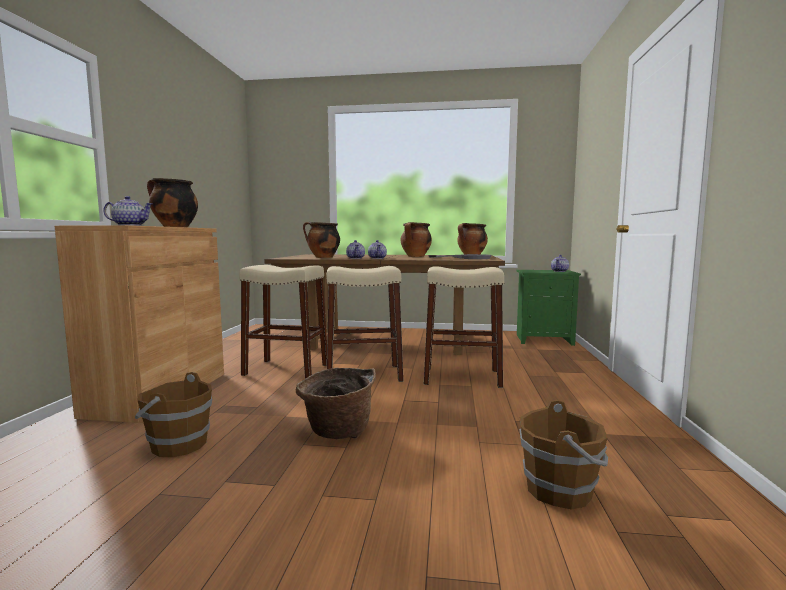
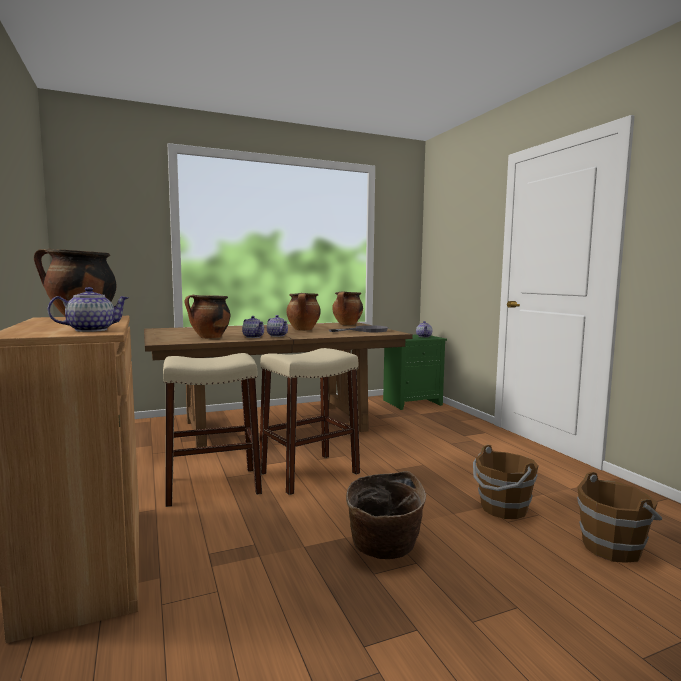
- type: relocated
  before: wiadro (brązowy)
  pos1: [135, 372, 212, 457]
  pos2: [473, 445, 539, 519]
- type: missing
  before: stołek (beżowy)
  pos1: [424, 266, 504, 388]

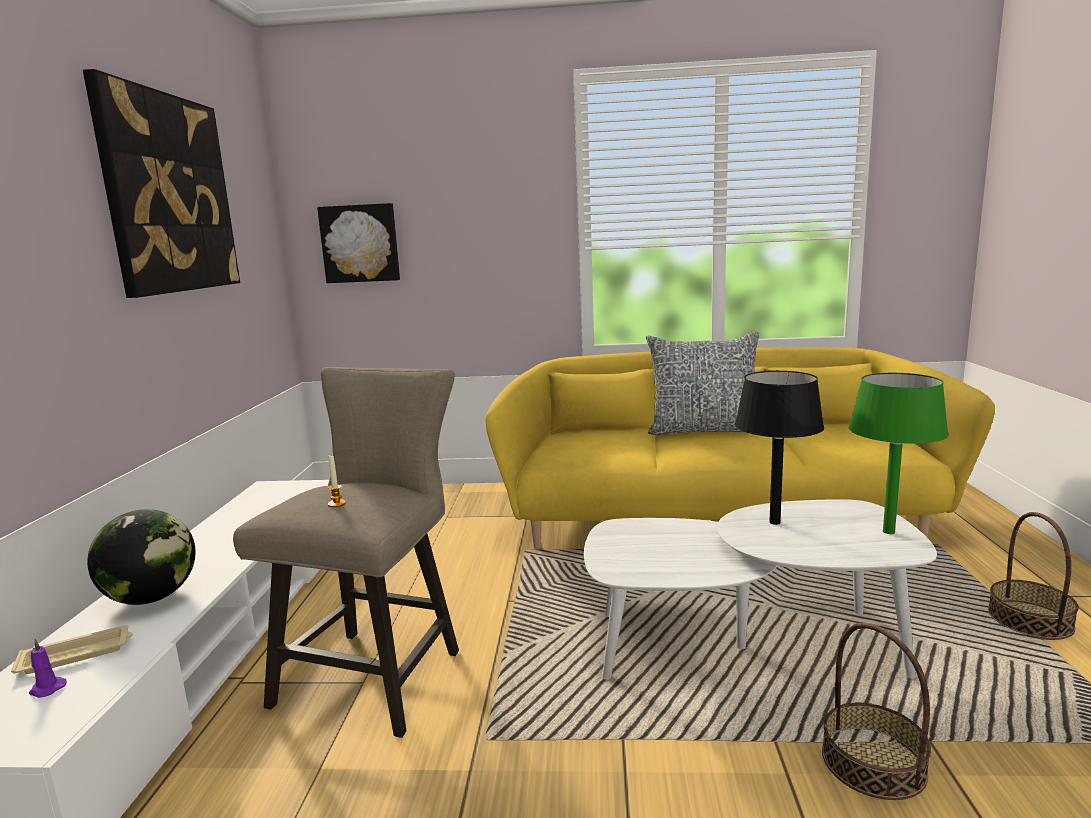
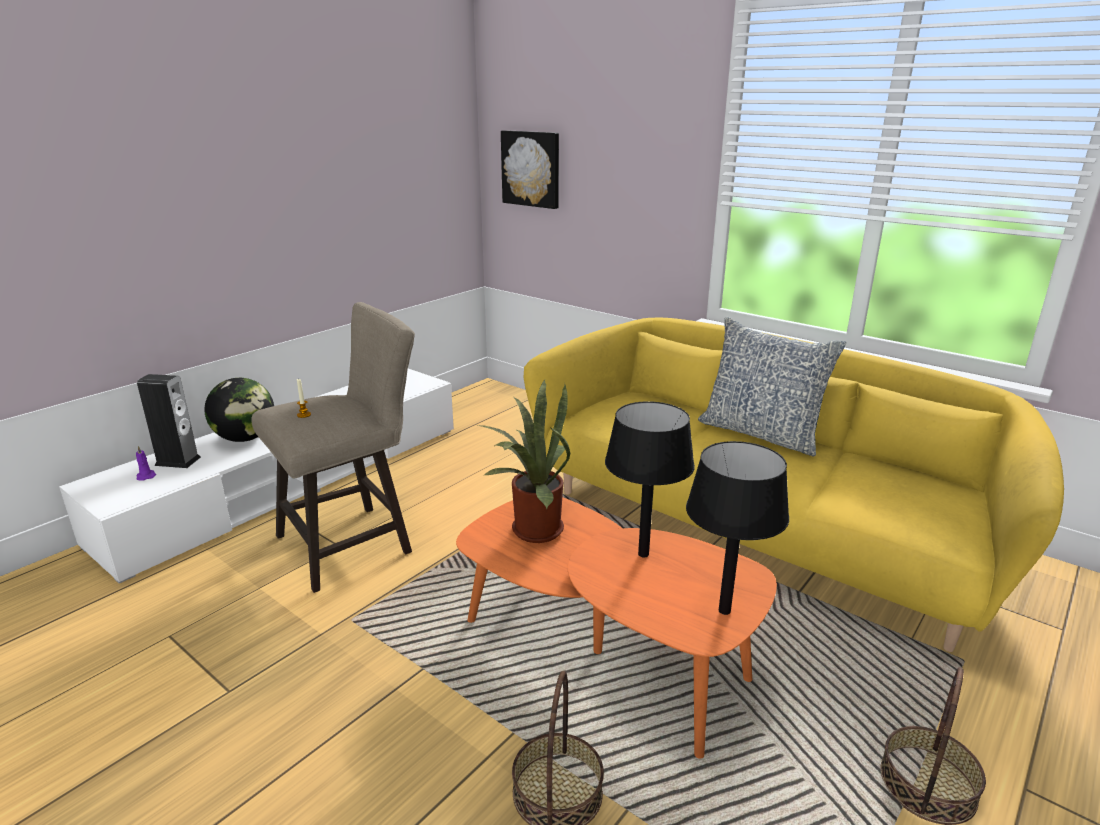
- type: exchanged
  before: taca (beżowy)
  after: głośnik
  pos1: [11, 625, 133, 674]
  pos2: [137, 374, 201, 468]
- type: colour
  before: ława (biały)
  after: ława (pomarańczowy)
  pos1: [584, 499, 937, 680]
  pos2: [456, 497, 777, 759]
- type: appeared
  after: roślina doniczkowa
  pos2: [478, 380, 570, 543]
- type: colour
  before: lampa stołowa (zielony)
  after: lampa stołowa (czarny)
  pos1: [849, 373, 949, 534]
  pos2: [686, 441, 789, 615]
- type: missing
  before: obraz
  pos1: [83, 69, 240, 298]

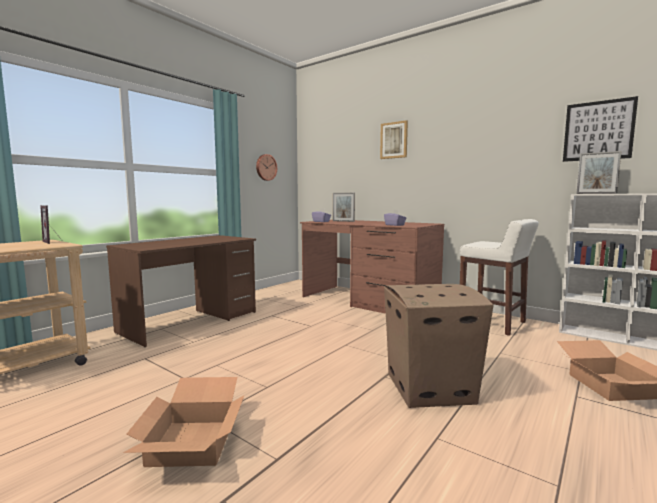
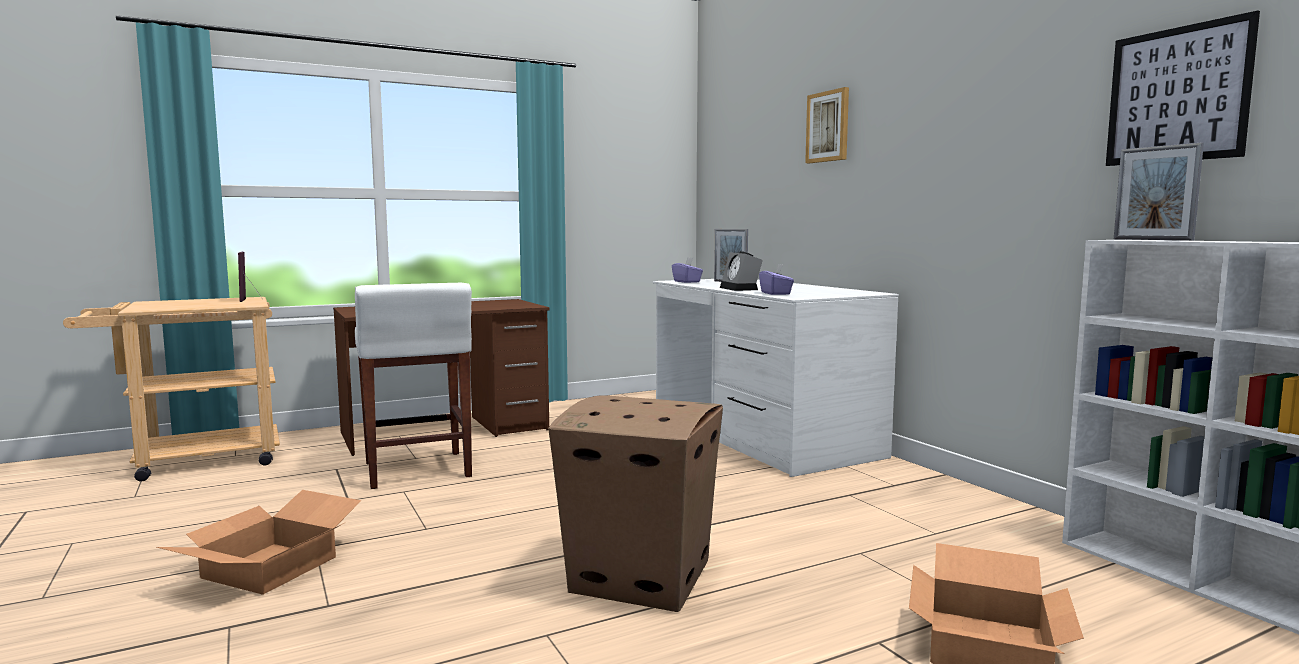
- type: relocated
  before: stołek (biały)
  pos1: [460, 219, 539, 336]
  pos2: [355, 283, 472, 489]
- type: colour
  before: biurko (brązowy)
  after: biurko (biały)
  pos1: [300, 220, 444, 314]
  pos2: [653, 279, 899, 477]
- type: appeared
  after: budzik
  pos2: [720, 251, 763, 291]
- type: missing
  before: zegar ścienny
  pos1: [256, 154, 277, 181]

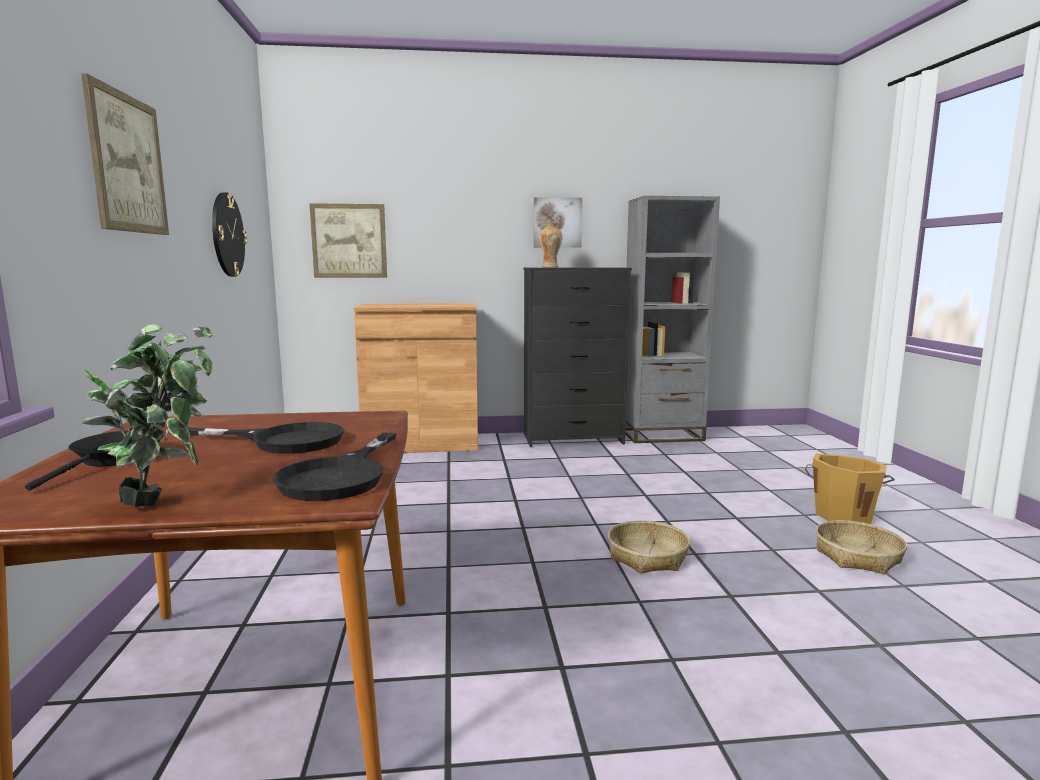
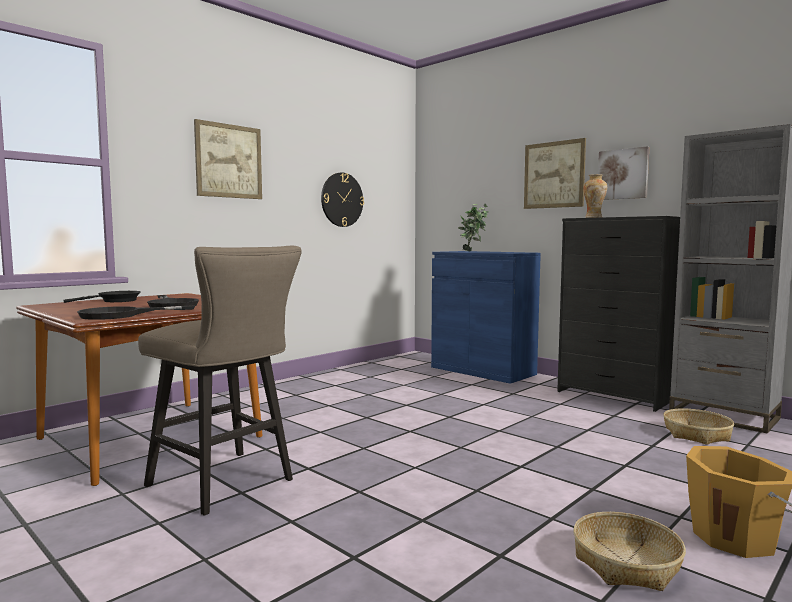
- type: appeared
  after: stołek (beżowy)
  pos2: [138, 246, 302, 516]
- type: colour
  before: szafka (brązowy)
  after: szafka (niebieski)
  pos1: [354, 303, 478, 453]
  pos2: [431, 251, 541, 384]
- type: relocated
  before: roślina doniczkowa
  pos1: [82, 324, 213, 506]
  pos2: [458, 204, 488, 252]
- type: relocated
  before: obraz
  pos1: [309, 203, 387, 278]
  pos2: [524, 138, 586, 209]
- type: relocated
  before: koszyk
  pos1: [608, 520, 690, 574]
  pos2: [663, 409, 734, 445]

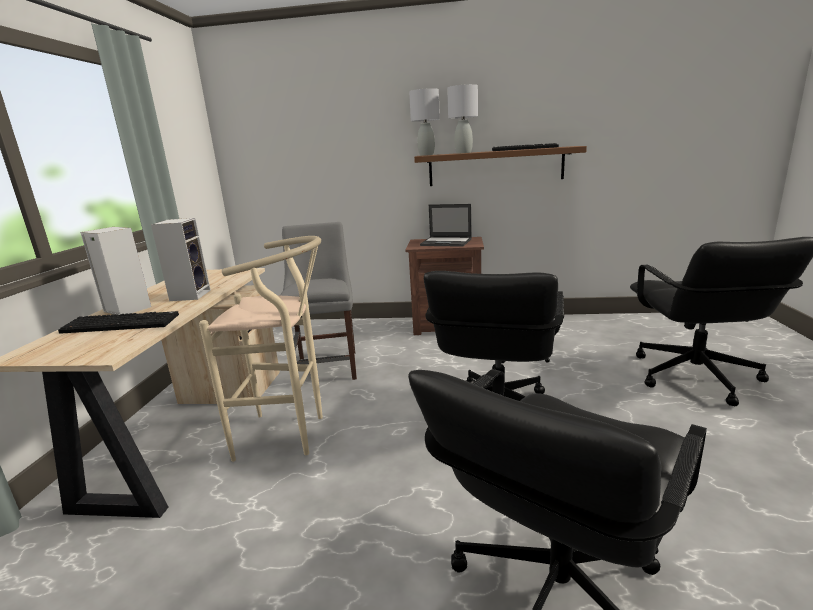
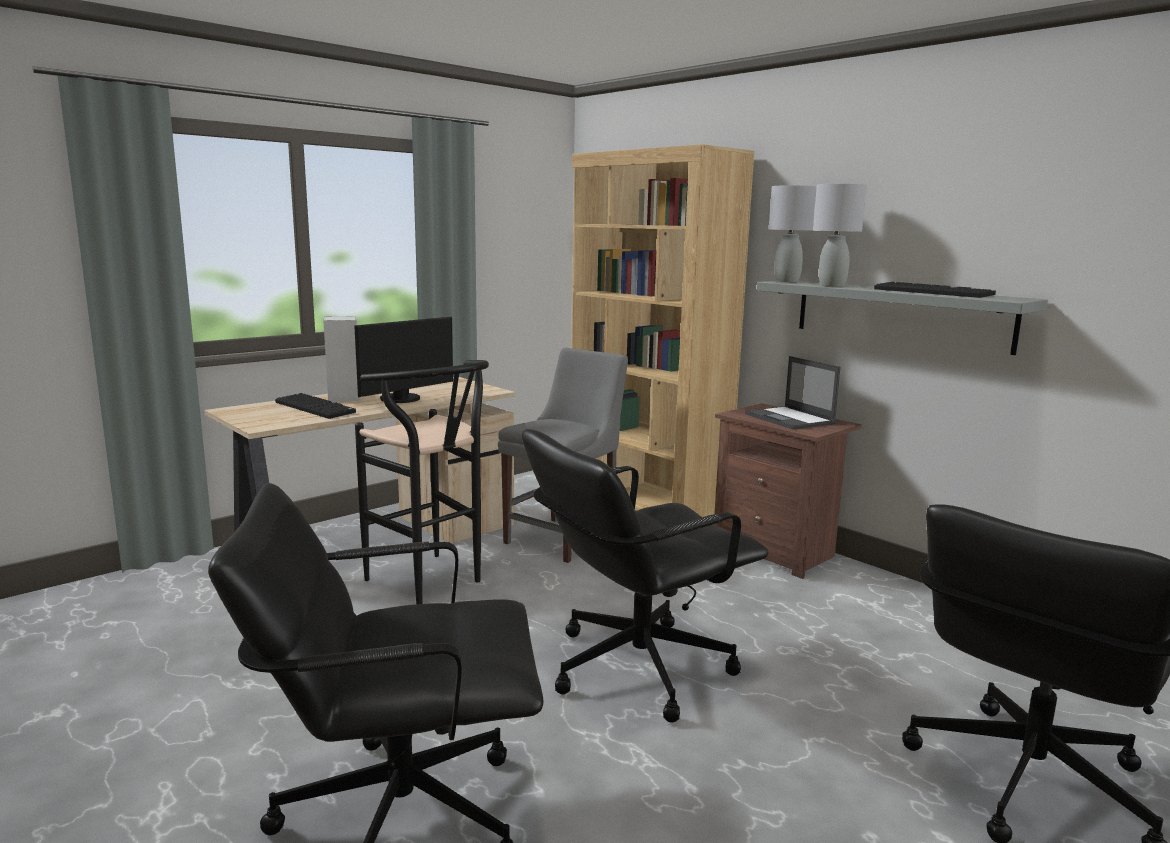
- type: exchanged
  before: głośnik
  after: monitor
  pos1: [151, 218, 211, 301]
  pos2: [354, 317, 453, 403]
- type: colour
  before: stołek (beżowy)
  after: stołek (czarny)
  pos1: [199, 236, 323, 462]
  pos2: [355, 360, 489, 604]
- type: appeared
  after: regał (brązowy)
  pos2: [572, 144, 755, 517]
- type: colour
  before: półka (brązowy)
  after: półka (szary)
  pos1: [414, 146, 587, 186]
  pos2: [757, 281, 1048, 355]

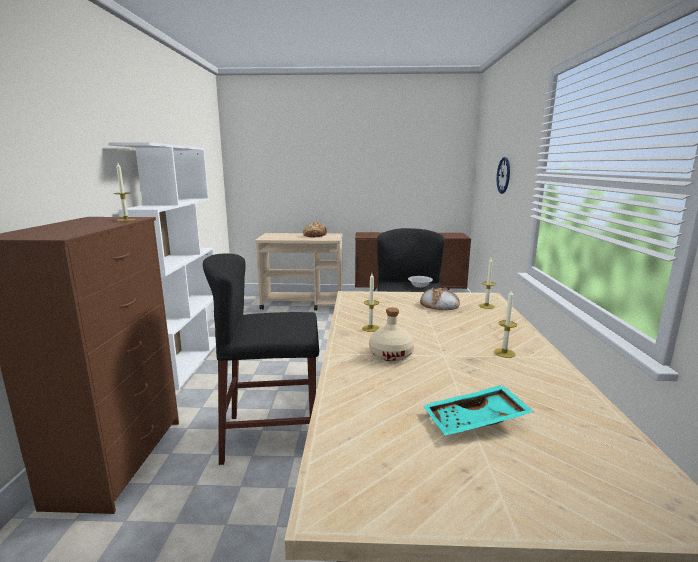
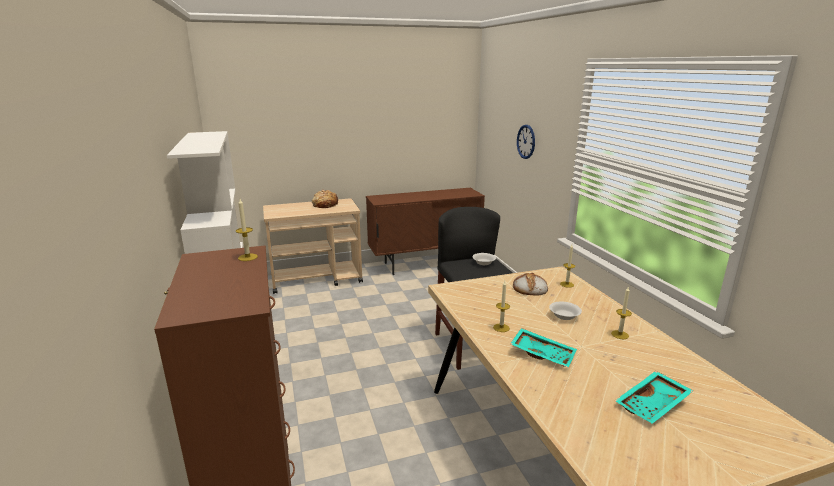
- type: exchanged
  before: butelka (beżowy)
  after: taca (turkusowy)
  pos1: [369, 307, 414, 361]
  pos2: [510, 328, 577, 368]
- type: appeared
  after: miska (biały)
  pos2: [549, 302, 582, 320]
- type: missing
  before: stołek (czarny)
  pos1: [203, 253, 319, 465]

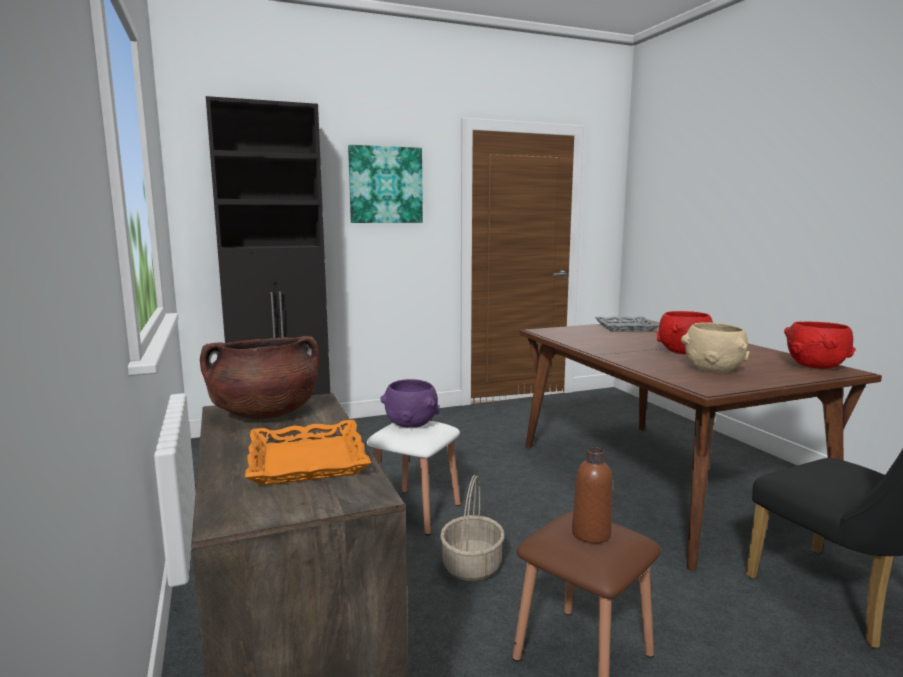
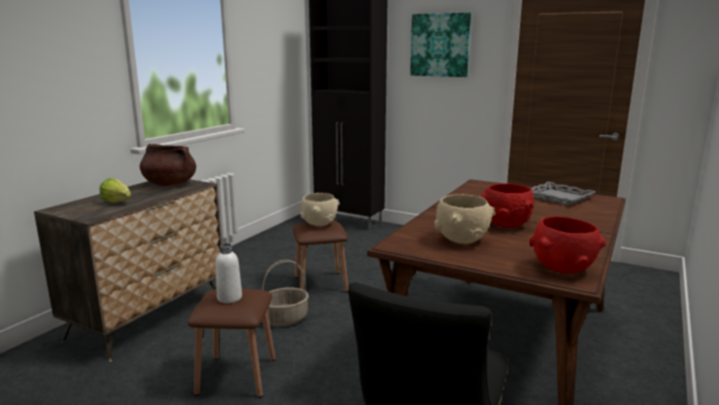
- type: exchanged
  before: taca (pomarańczowy)
  after: sałata
  pos1: [245, 420, 371, 486]
  pos2: [99, 178, 131, 203]
- type: colour
  before: butelka (brązowy)
  after: butelka (biały)
  pos1: [572, 447, 612, 544]
  pos2: [215, 243, 242, 303]
- type: colour
  before: stołek (biały)
  after: stołek (brązowy)
  pos1: [367, 421, 461, 535]
  pos2: [293, 221, 349, 292]
- type: colour
  before: miska (fioletowy)
  after: miska (beżowy)
  pos1: [380, 379, 440, 428]
  pos2: [300, 193, 340, 226]

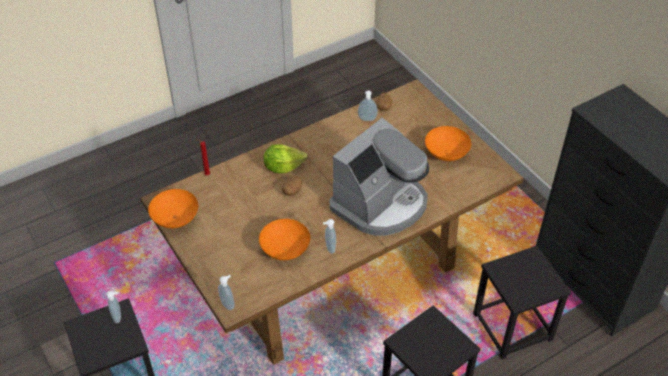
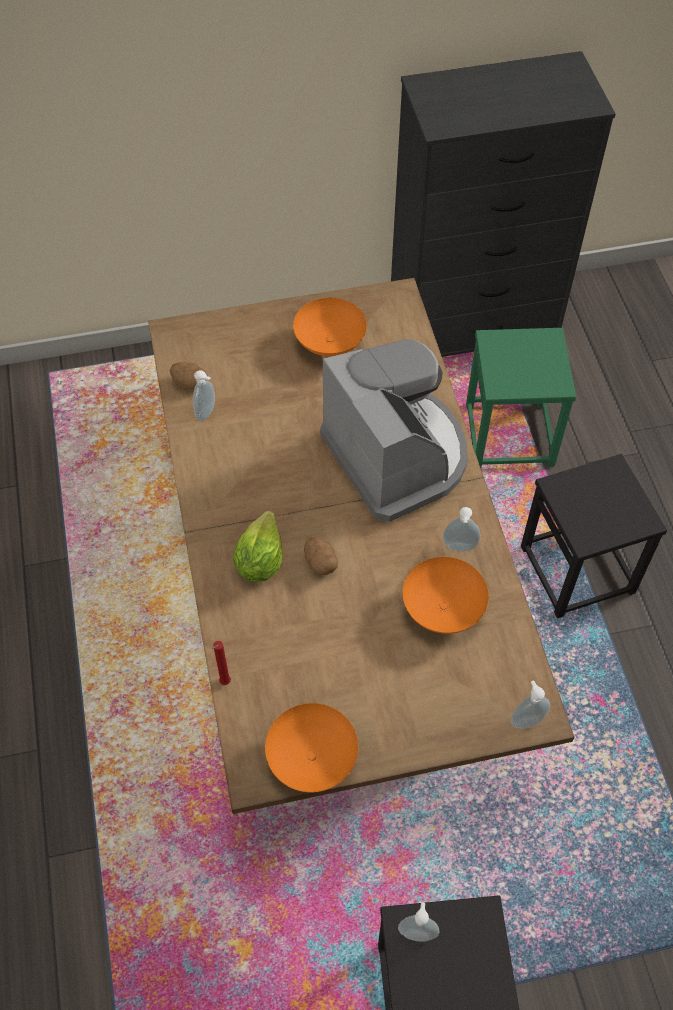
- type: colour
  before: stołek (czarny)
  after: stołek (zielony)
  pos1: [473, 246, 571, 359]
  pos2: [466, 328, 576, 468]

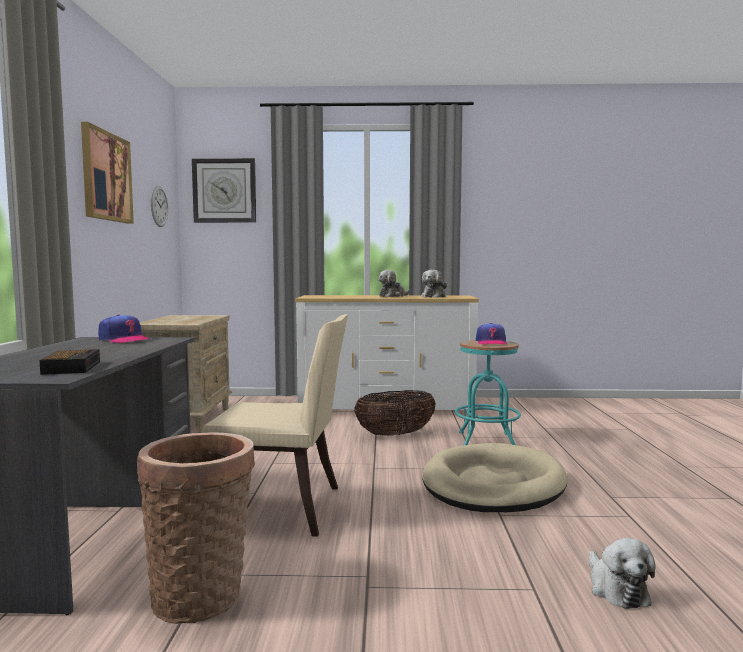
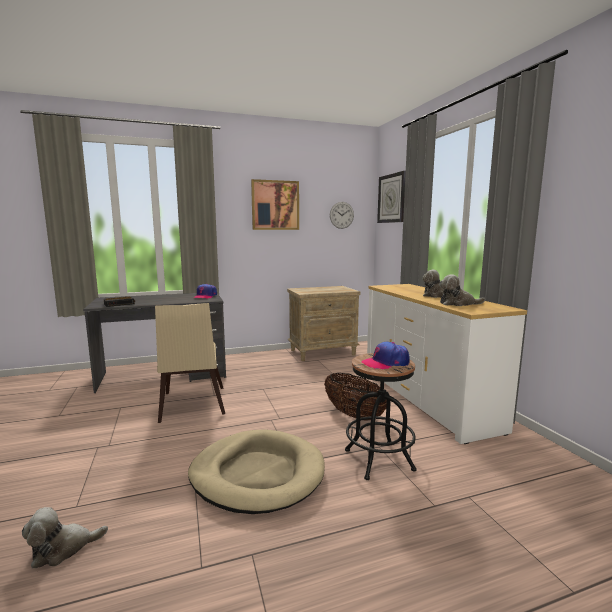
- type: colour
  before: stołek (turkusowy)
  after: stołek (czarny)
  pos1: [455, 340, 521, 445]
  pos2: [345, 353, 416, 480]
- type: missing
  before: koszyk
  pos1: [137, 432, 255, 624]

